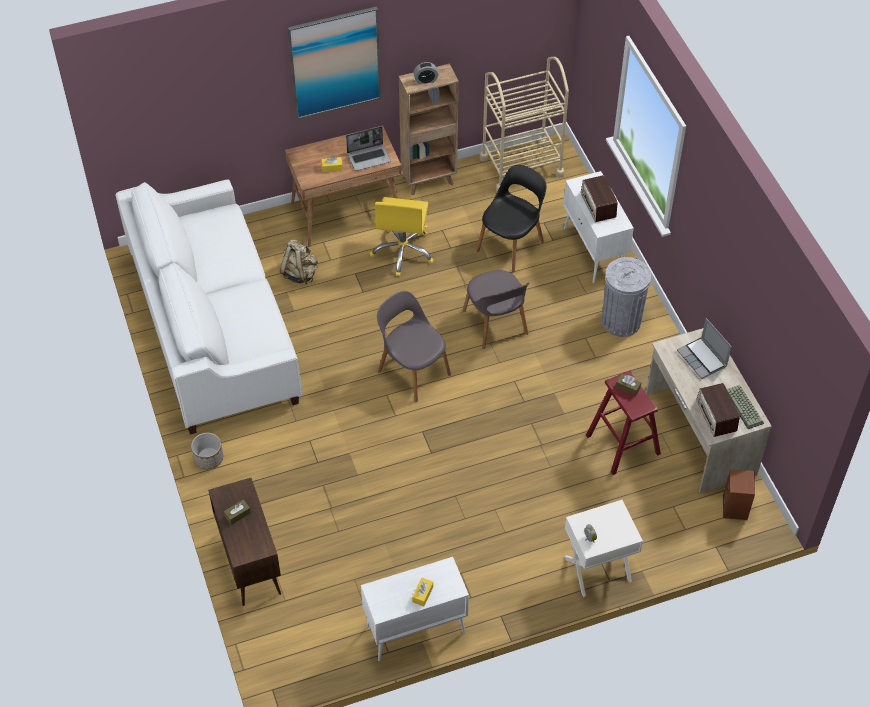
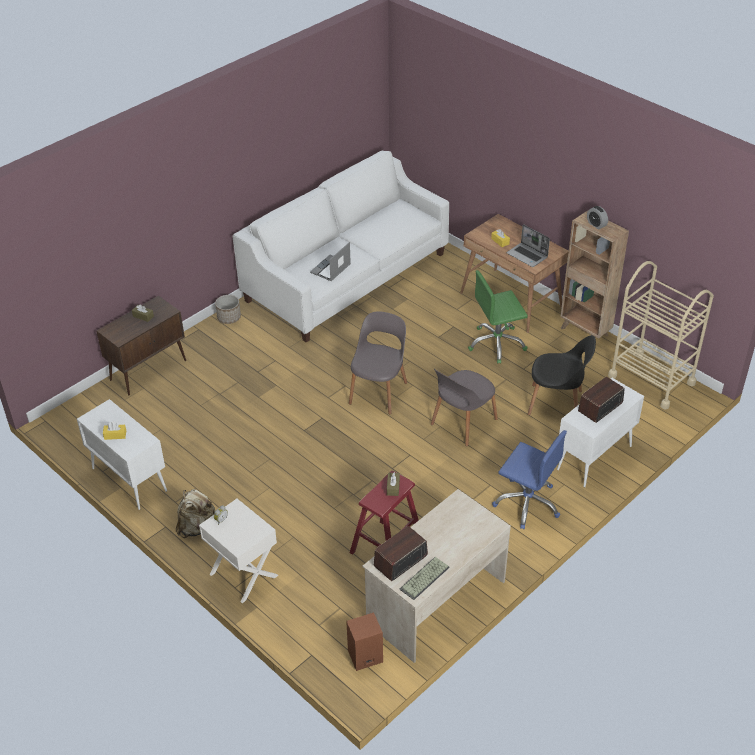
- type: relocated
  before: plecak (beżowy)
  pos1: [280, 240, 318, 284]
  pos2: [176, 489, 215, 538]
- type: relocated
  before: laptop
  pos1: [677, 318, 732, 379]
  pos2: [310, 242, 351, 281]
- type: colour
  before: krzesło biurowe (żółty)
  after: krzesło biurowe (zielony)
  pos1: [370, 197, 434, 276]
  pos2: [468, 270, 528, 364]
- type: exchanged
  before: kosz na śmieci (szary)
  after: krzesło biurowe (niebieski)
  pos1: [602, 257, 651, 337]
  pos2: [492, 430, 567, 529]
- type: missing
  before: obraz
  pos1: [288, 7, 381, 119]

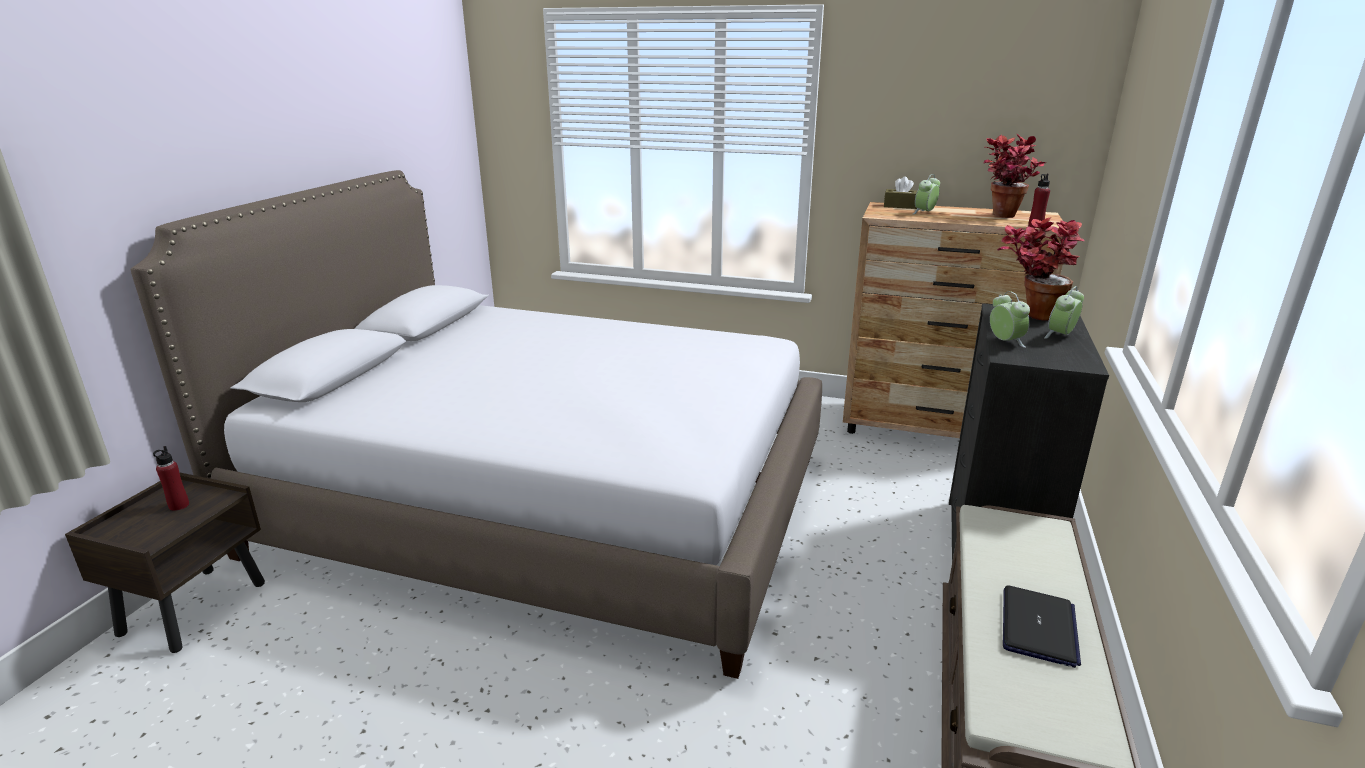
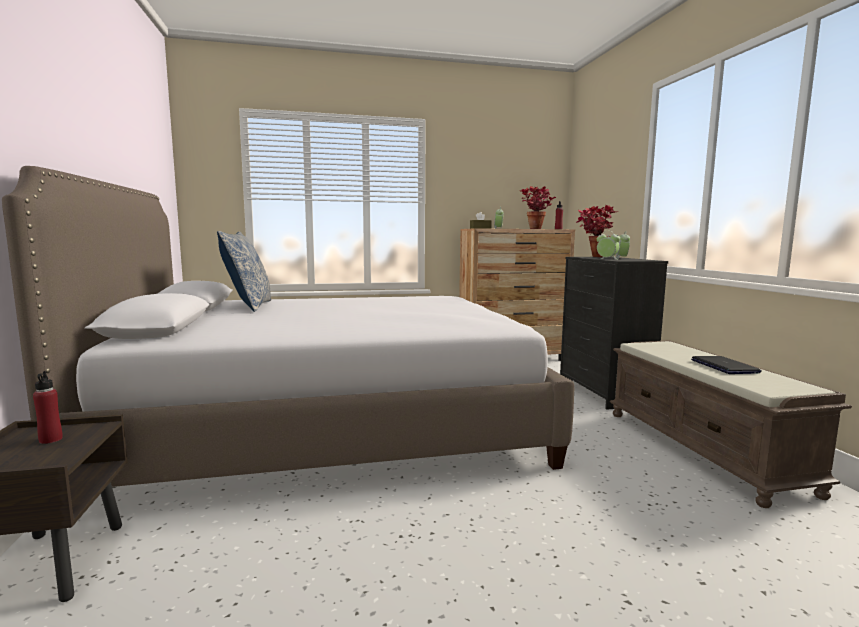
- type: appeared
  after: poduszka
  pos2: [217, 231, 271, 312]

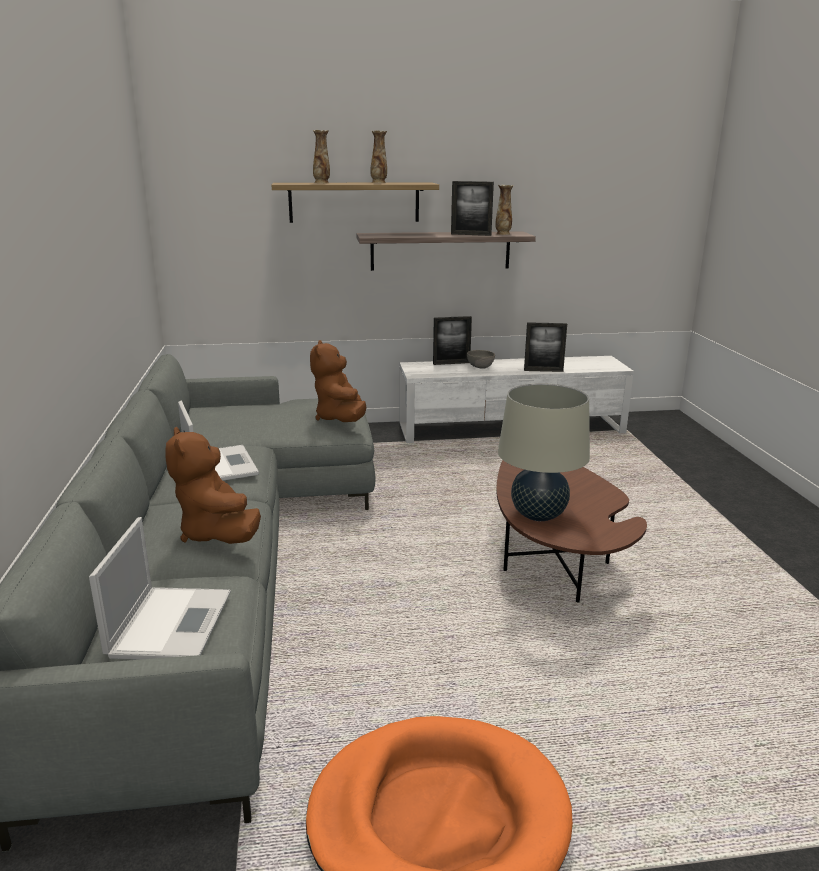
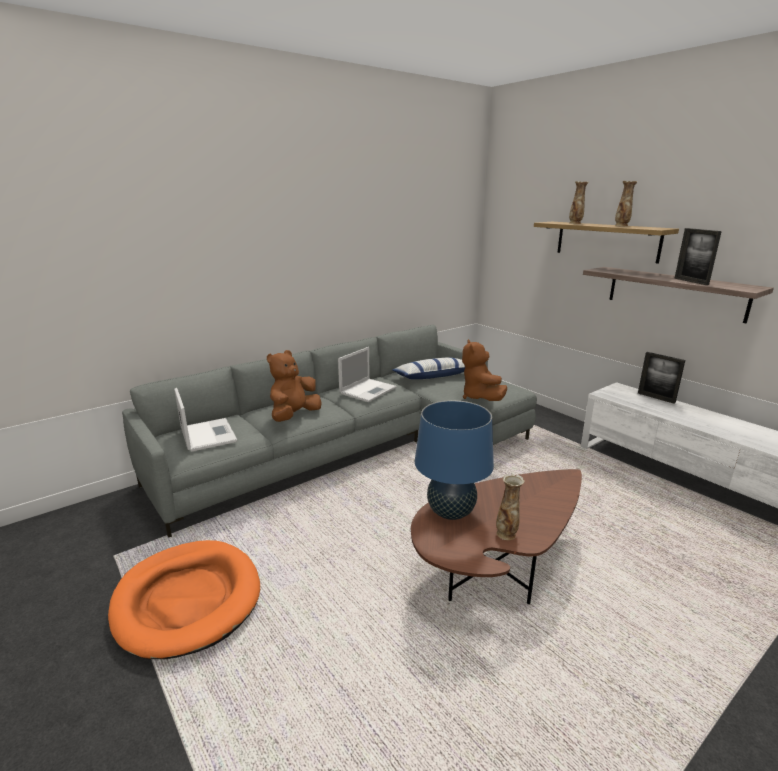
- type: spun
  before: laptop
  pos1: [89, 517, 231, 660]
  pos2: [174, 388, 237, 452]
  turn: -90
- type: appeared
  after: poduszka
  pos2: [392, 358, 465, 379]
- type: colour
  before: lampa stołowa (beżowy)
  after: lampa stołowa (niebieski)
  pos1: [498, 383, 590, 521]
  pos2: [415, 400, 494, 520]
- type: spun
  before: pluszak (brązowy)
  pos1: [310, 340, 366, 422]
  pos2: [462, 339, 507, 401]
  turn: -60
- type: relocated
  before: wazon
  pos1: [495, 185, 514, 235]
  pos2: [496, 474, 524, 540]
- type: missing
  before: miska (szary)
  pos1: [467, 350, 495, 369]
- type: missing
  before: ramka na zdjęcie
  pos1: [524, 322, 567, 372]

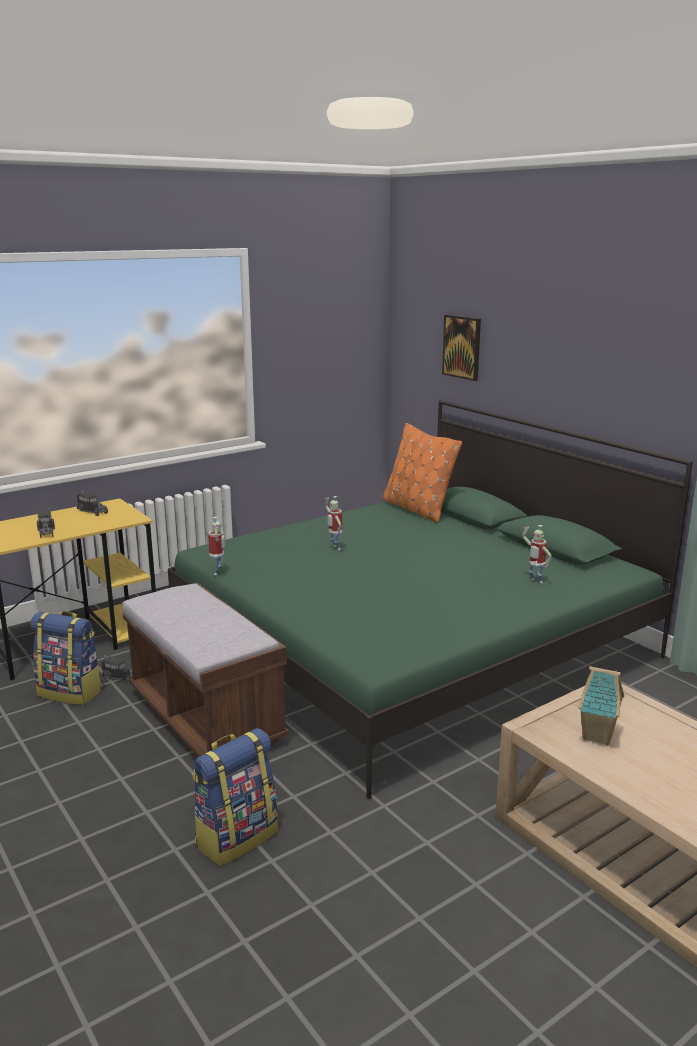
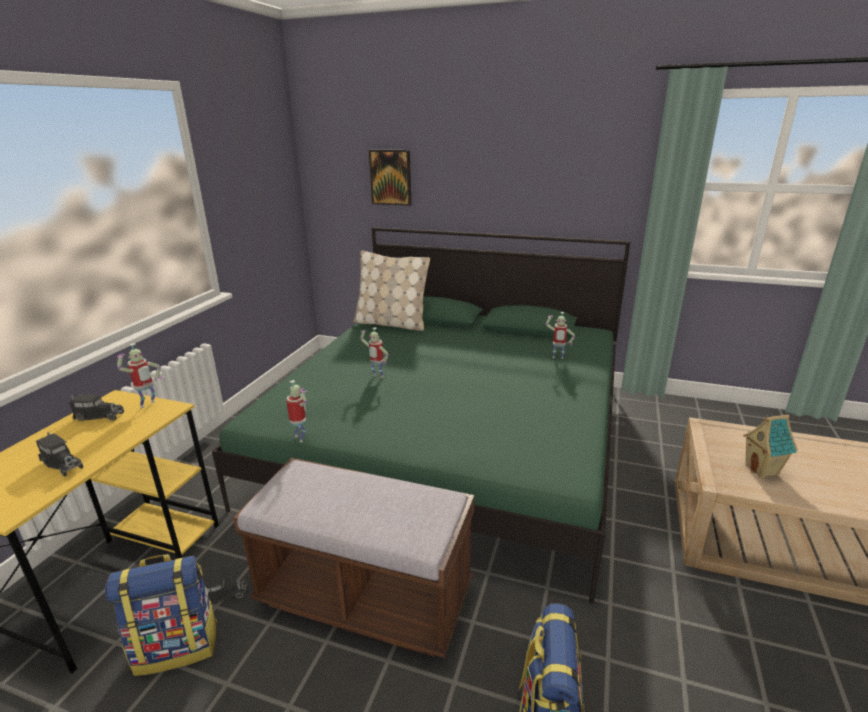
- type: appeared
  after: robot zabawkowy
  pos2: [117, 343, 162, 408]
- type: colour
  before: poduszka (pomarańczowy)
  after: poduszka (beżowy)
  pos1: [382, 423, 462, 523]
  pos2: [354, 251, 430, 331]

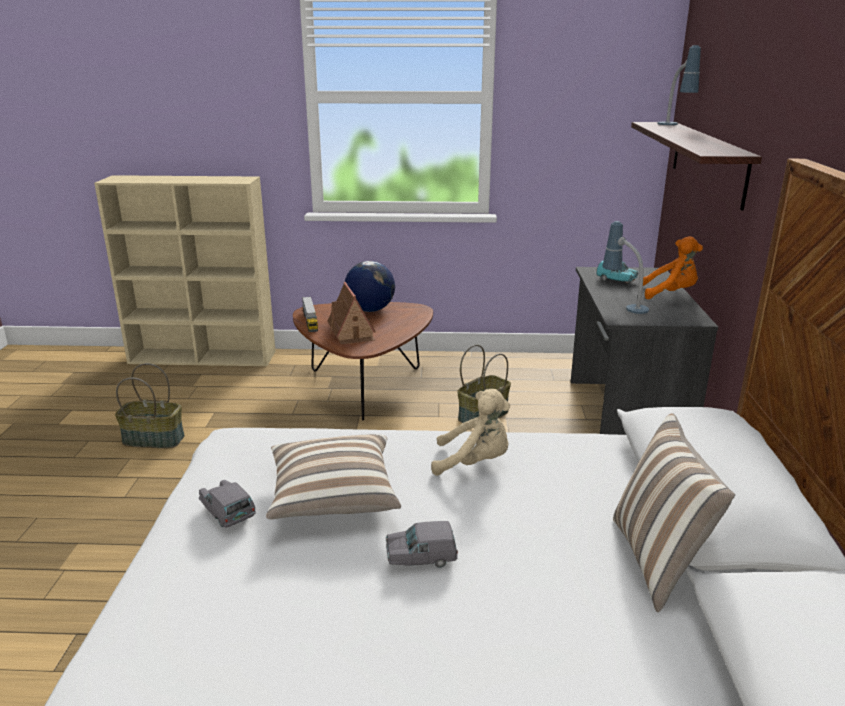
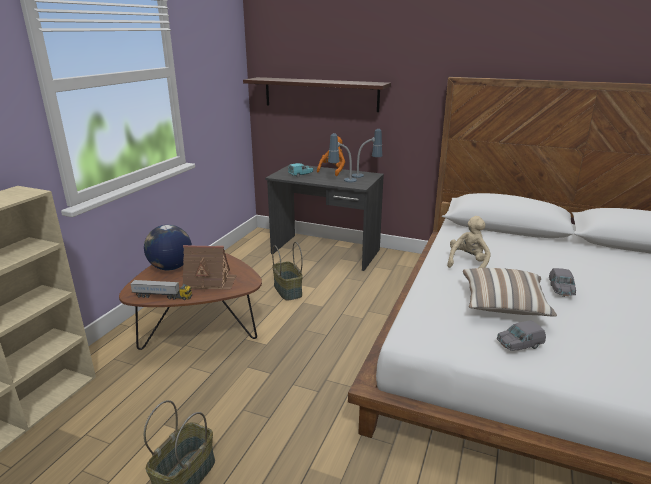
- type: relocated
  before: lampa stołowa
  pos1: [657, 45, 701, 125]
  pos2: [352, 129, 383, 178]
- type: missing
  before: poduszka
  pos1: [613, 413, 735, 612]

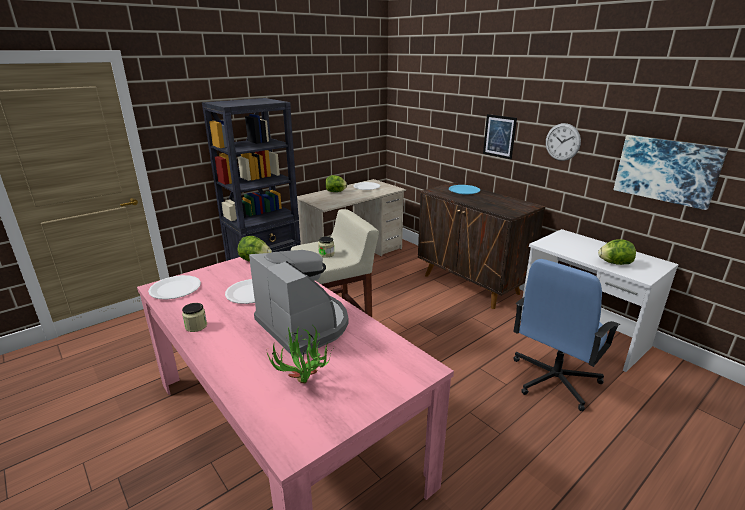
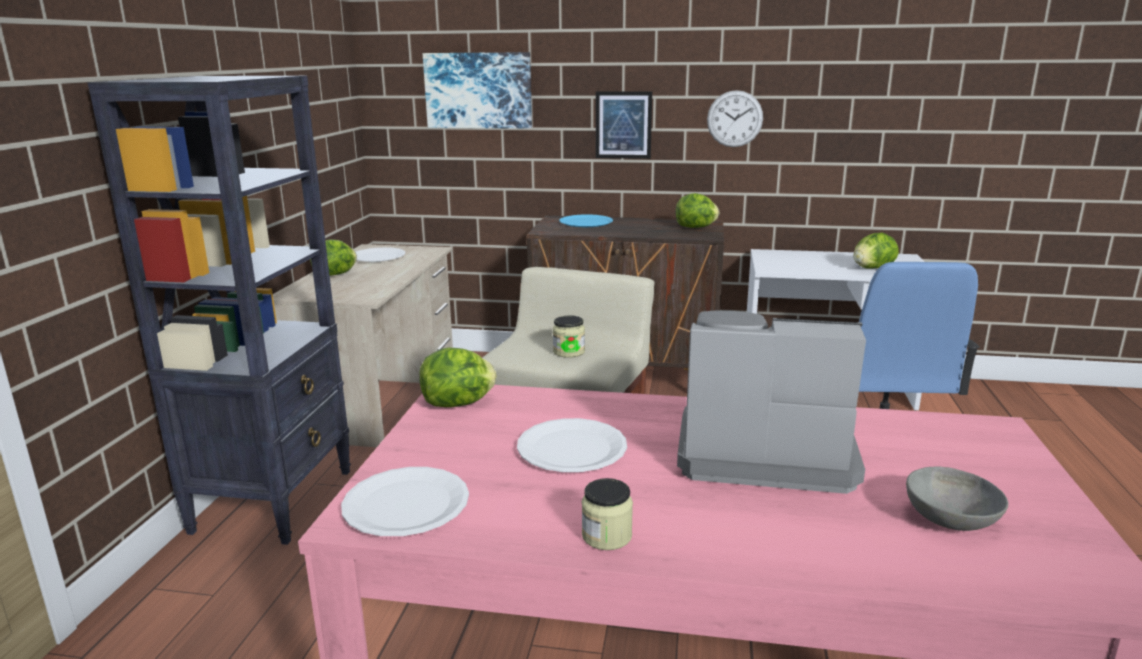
- type: relocated
  before: obraz
  pos1: [613, 135, 728, 210]
  pos2: [423, 52, 532, 129]
- type: appeared
  after: sałata
  pos2: [676, 193, 719, 228]
- type: exchanged
  before: roślina doniczkowa
  after: miska (szary)
  pos1: [267, 324, 333, 384]
  pos2: [906, 466, 1008, 531]

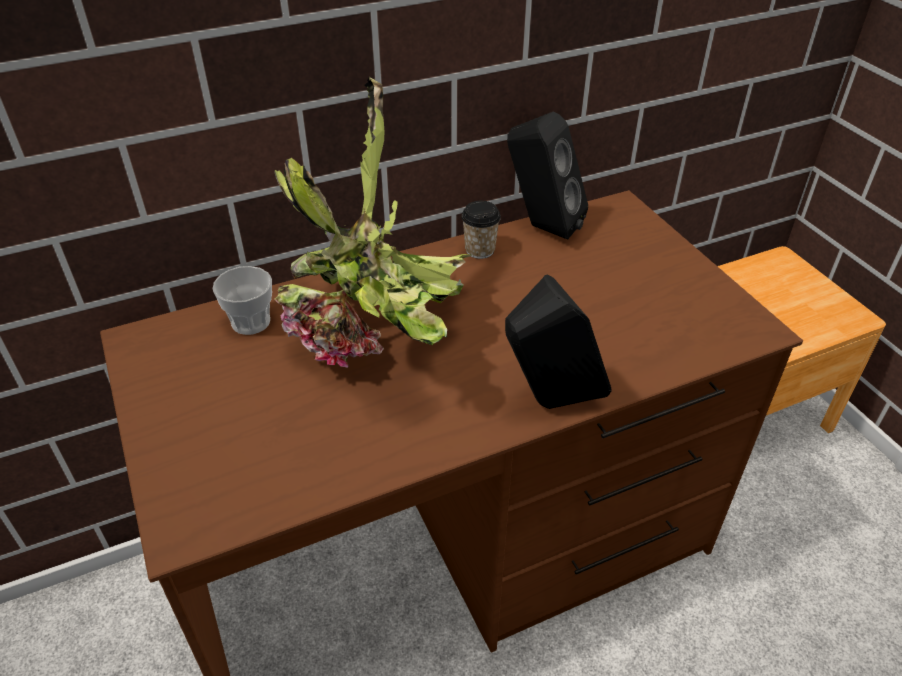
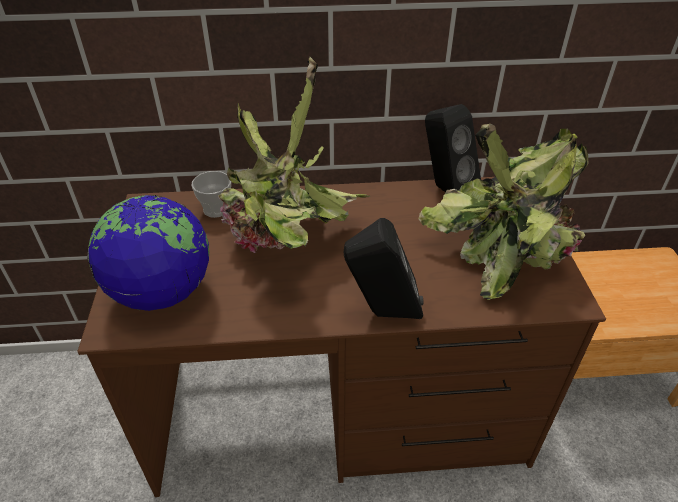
- type: appeared
  after: globus
  pos2: [87, 195, 209, 311]
- type: appeared
  after: roślina doniczkowa
  pos2: [419, 124, 589, 300]
- type: missing
  before: filiżanka
  pos1: [461, 201, 501, 259]

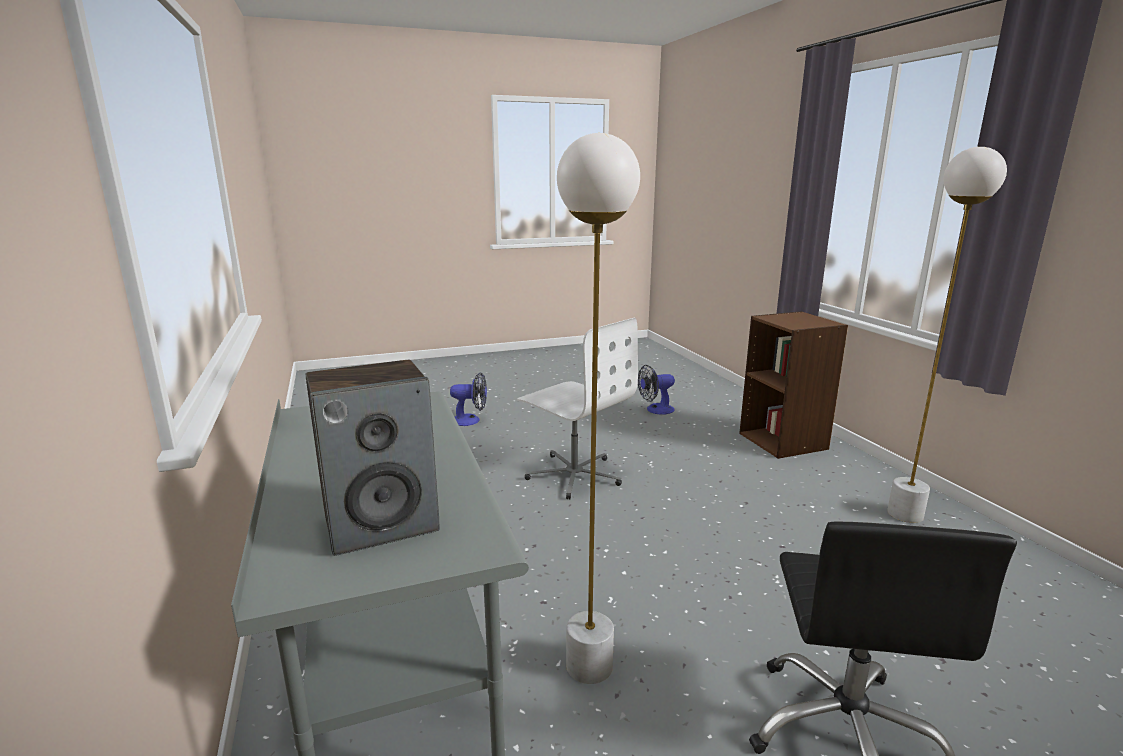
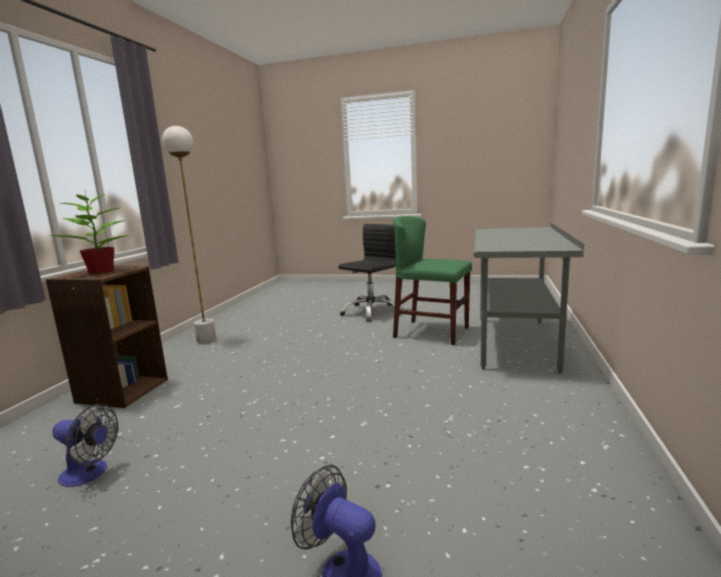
- type: appeared
  after: roślina doniczkowa
  pos2: [50, 190, 129, 274]
- type: exchanged
  before: lampa stojąca (biały)
  after: krzesło (zielony)
  pos1: [557, 133, 640, 684]
  pos2: [393, 216, 472, 345]
- type: missing
  before: głośnik
  pos1: [306, 360, 440, 556]
- type: missing
  before: krzesło biurowe (biały)
  pos1: [517, 318, 638, 500]

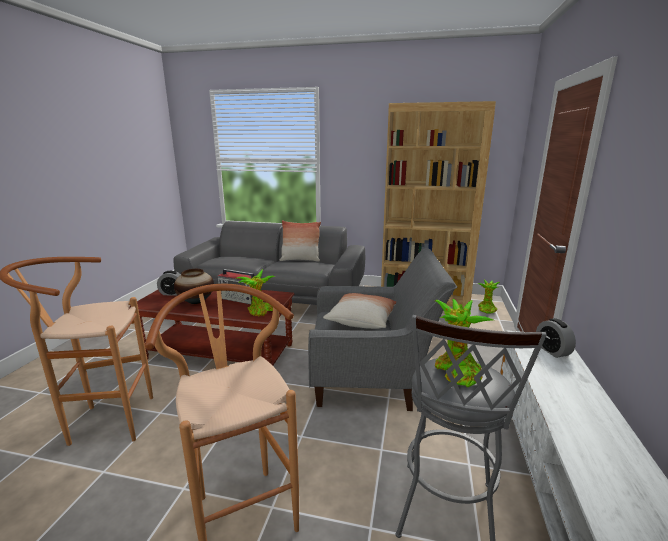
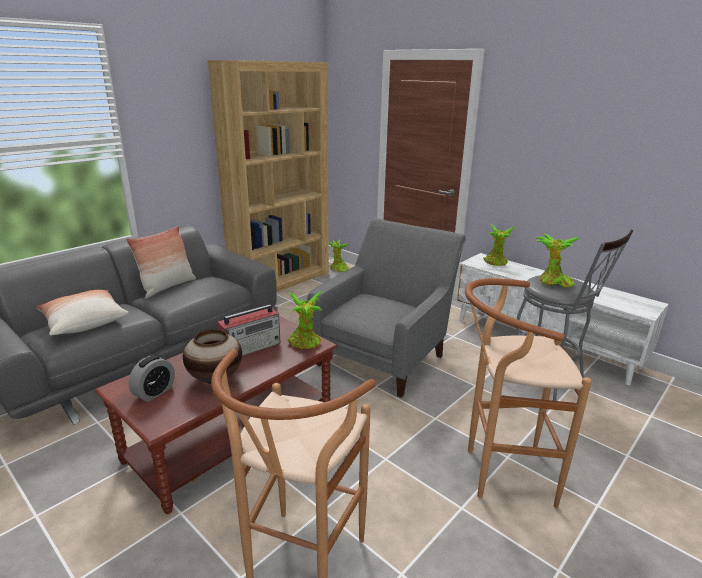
- type: relocated
  before: poduszka
  pos1: [323, 293, 396, 329]
  pos2: [36, 289, 129, 335]
- type: exchanged
  before: budzik
  after: roślina doniczkowa
  pos1: [536, 318, 576, 358]
  pos2: [484, 224, 515, 266]

